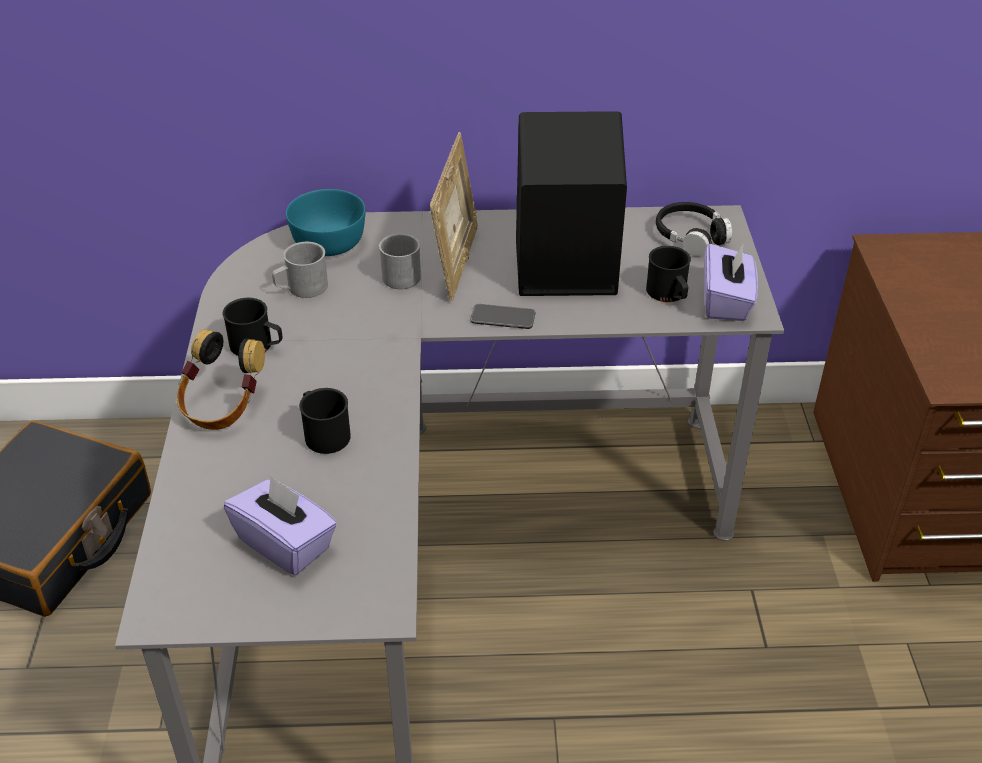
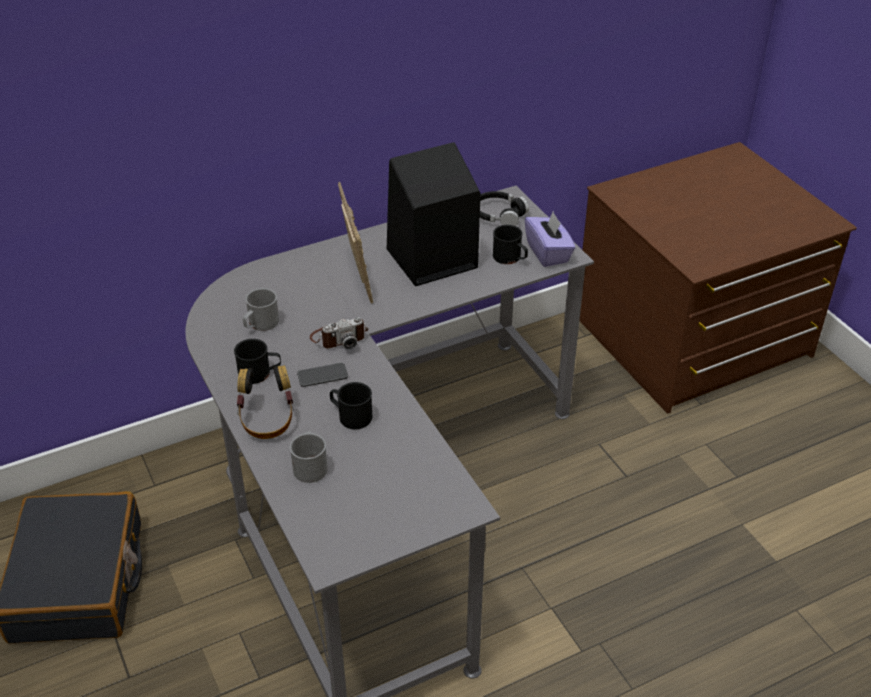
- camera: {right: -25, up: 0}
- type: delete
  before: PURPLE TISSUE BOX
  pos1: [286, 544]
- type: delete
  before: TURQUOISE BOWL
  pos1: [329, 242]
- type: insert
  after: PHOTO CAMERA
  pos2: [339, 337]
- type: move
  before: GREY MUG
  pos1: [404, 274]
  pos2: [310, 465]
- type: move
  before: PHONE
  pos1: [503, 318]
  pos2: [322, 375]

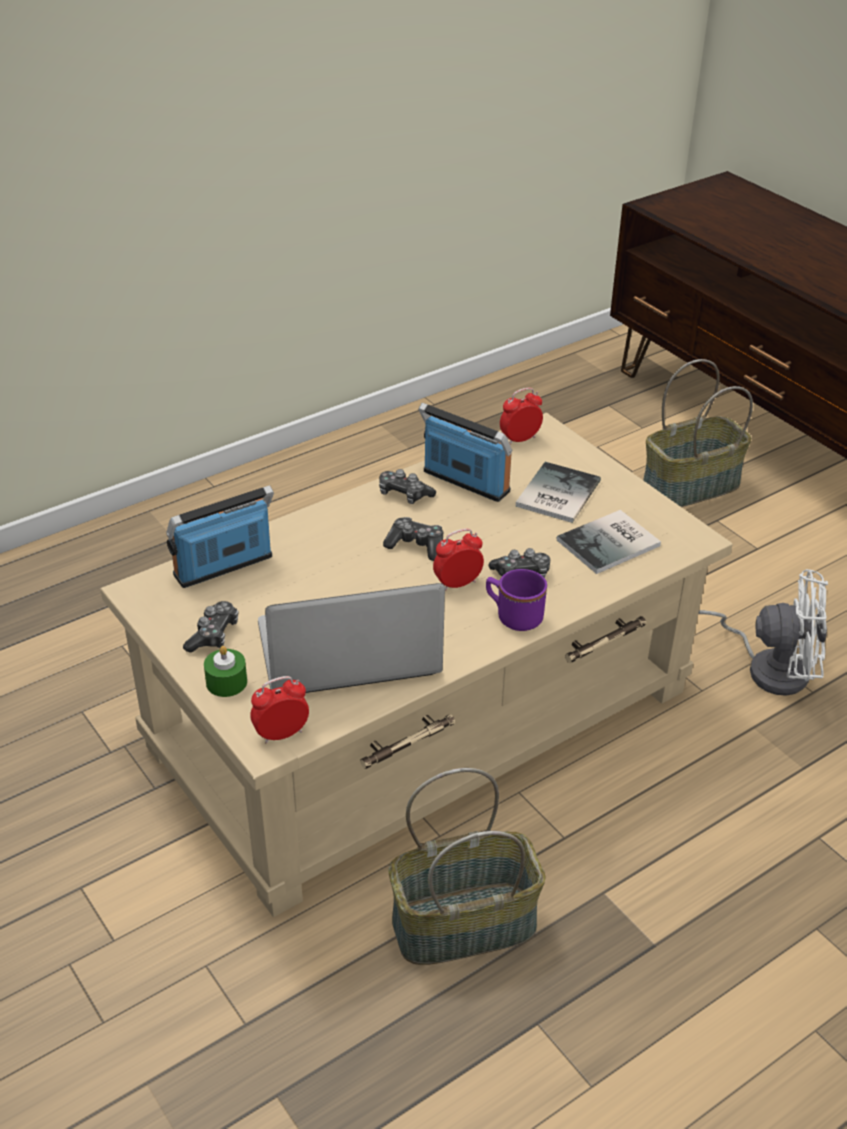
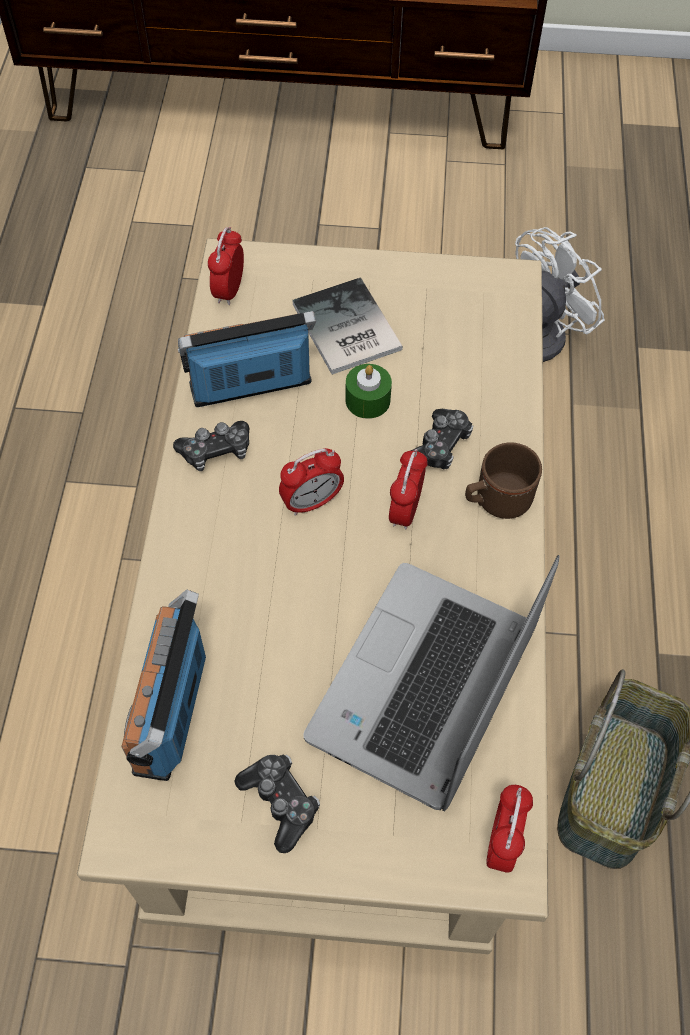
- camera: {right: -50, up: 20}
- type: delete
  before: BOOK
  pos1: [612, 543]
- type: delete
  before: BASKET
  pos1: [690, 488]
- type: move
  before: GREEN CANDLE
  pos1: [226, 682]
  pos2: [367, 400]
- type: replace
  before: GAME CONTROLLER
  after: ALARM CLOCK
  pos1: [416, 546]
  pos2: [311, 502]
- type: recolor
  before: PURPLE MUG
  after: BROWN MUG
  pos1: [513, 616]
  pos2: [496, 501]

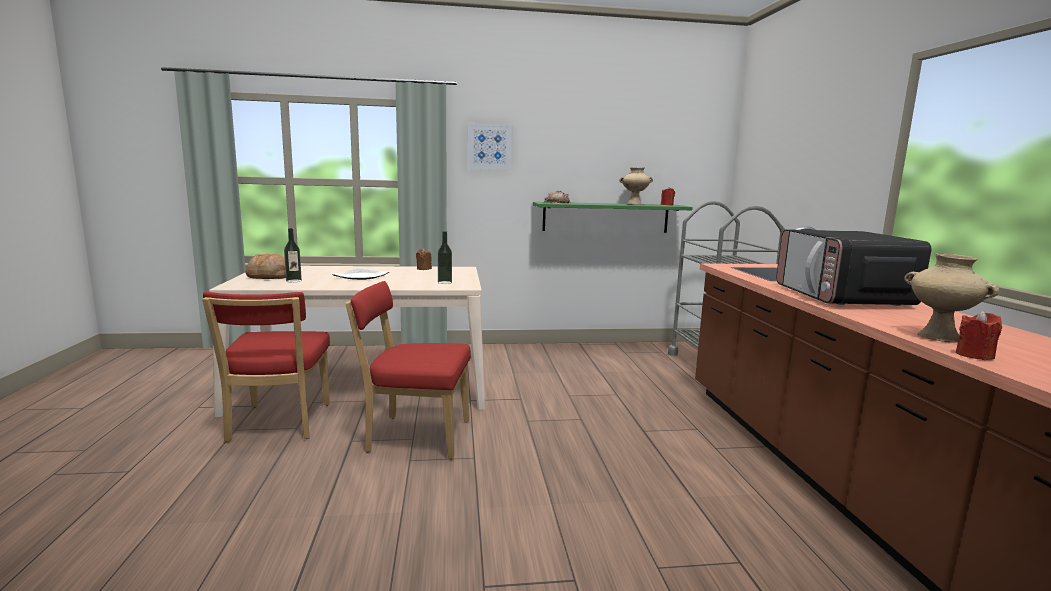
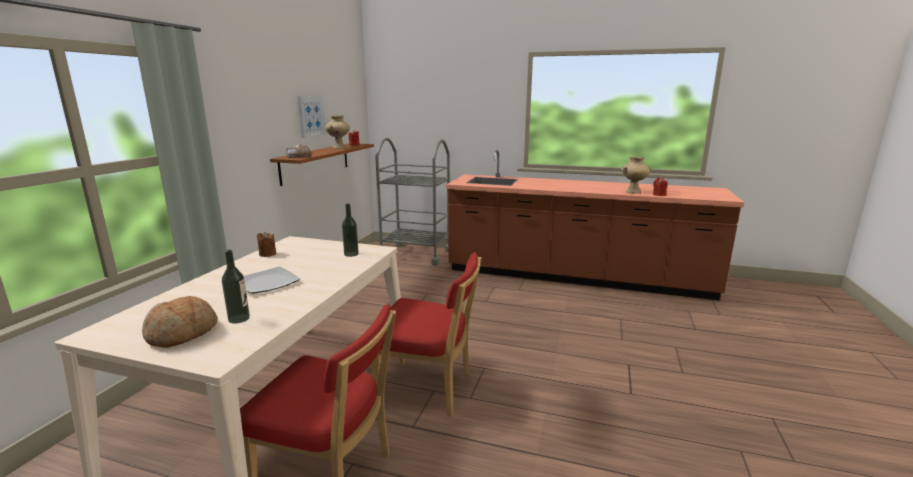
- camera: {right: -65, up: 5}
- type: delete
  before: MICROWAVE
  pos1: [841, 297]
- type: move
  before: PICTURE
  pos1: [489, 146]
  pos2: [311, 116]
- type: recolor
  before: GREEN SHELF
  after: BROWN SHELF
  pos1: [606, 217]
  pos2: [316, 162]
- type: rotate
  before: RED CHAIR
  pos1: [414, 436]
  pos2: [429, 389]
  turn: -105

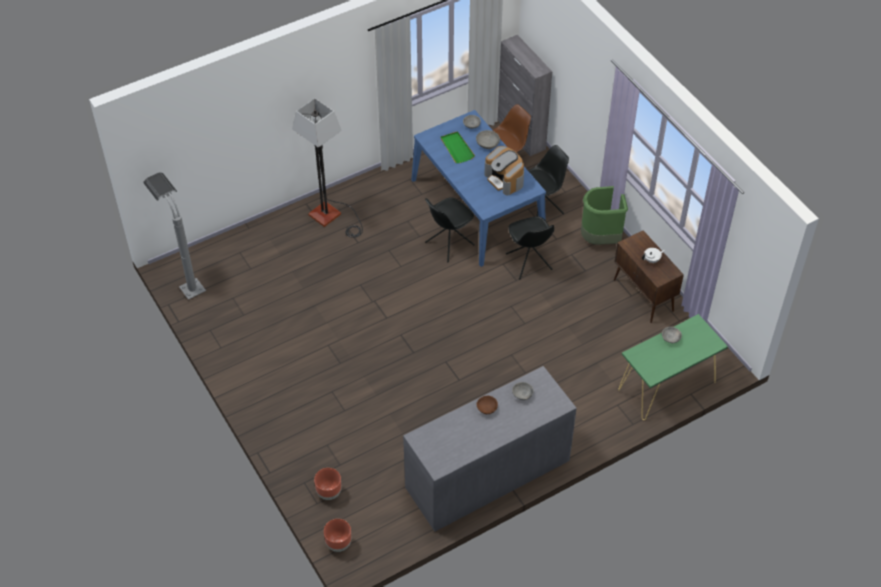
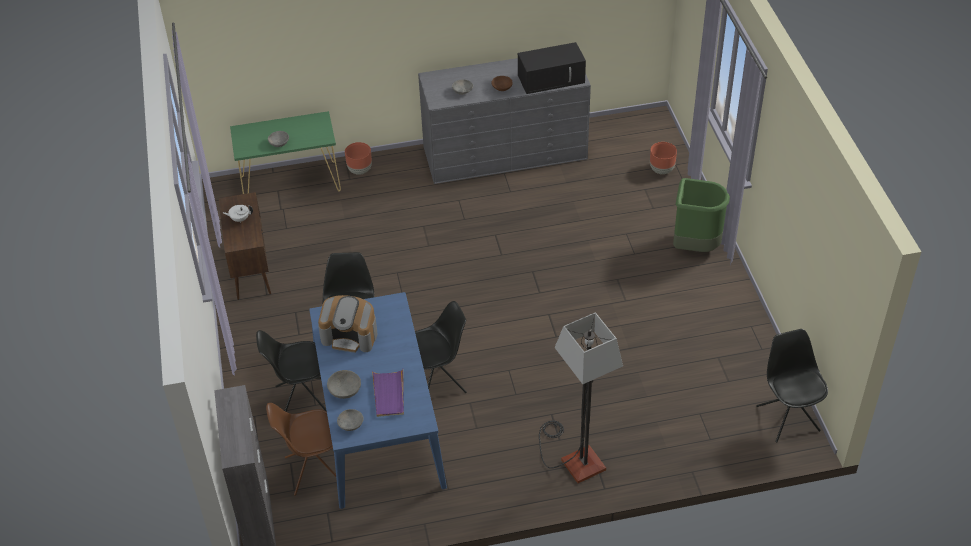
- camera: {right: -160, up: -5}
- type: insert
  after: BLACK MICROWAVE
  pos2: [552, 78]
- type: move
  before: BROWN PLANTER
  pos1: [338, 543]
  pos2: [360, 170]
- type: move
  before: GREEN TRASH CAN
  pos1: [601, 239]
  pos2: [695, 246]
- type: replace
  before: GREY FLOOR LAMP
  after: BLACK CHAIR
  pos1: [185, 281]
  pos2: [787, 417]
- type: recolor
  before: GREEN TRAY
  after: PURPLE TRAY
  pos1: [456, 148]
  pos2: [389, 394]
- type: rotate
  before: COFFEE MACHINE
  pos1: [505, 179]
  pos2: [350, 336]
  turn: 120

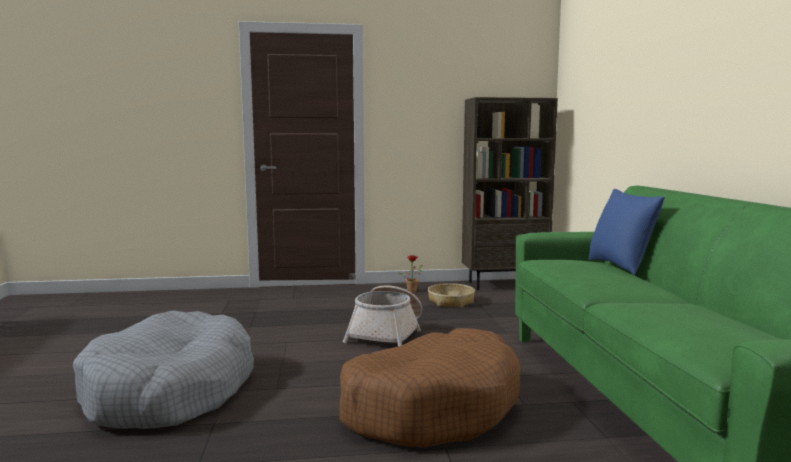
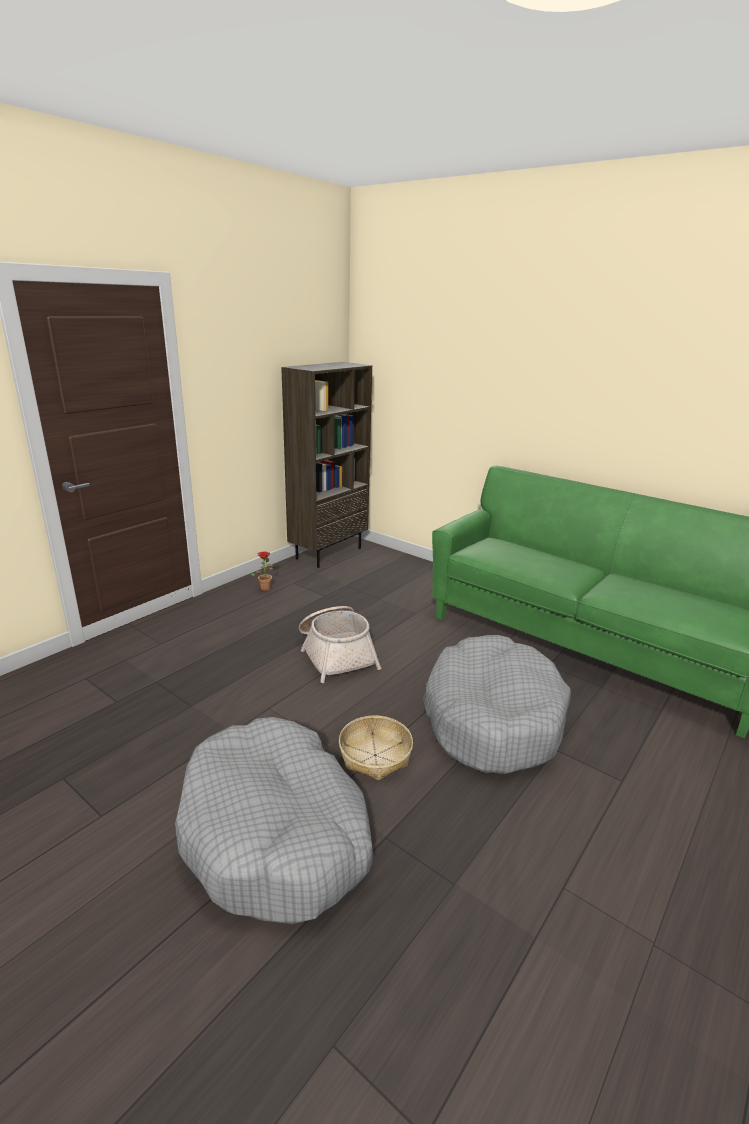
- camera: {right: -45, up: 15}
- type: delete
  before: BLUE PILLOW
  pos1: [620, 266]
- type: move
  before: BASKET
  pos1: [451, 301]
  pos2: [375, 755]
- type: recolor
  before: BROWN DOG BED
  after: GREY DOG BED
  pos1: [430, 407]
  pos2: [491, 717]

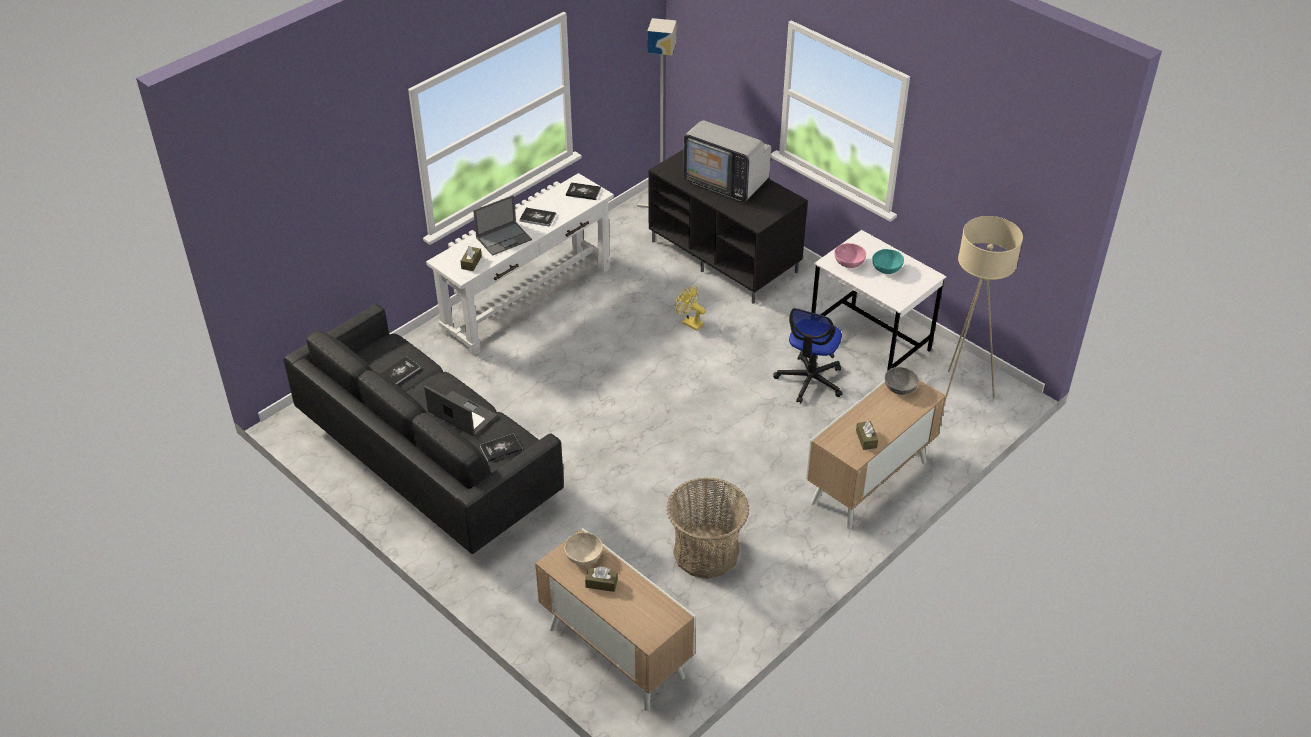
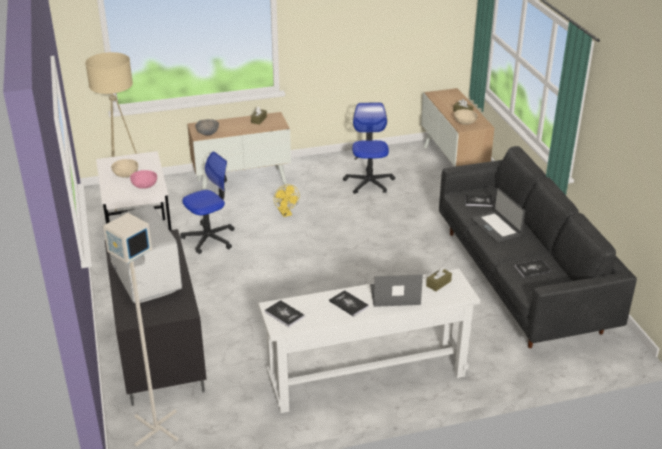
- camera: {right: -150, up: -10}
- type: move
  before: YELLOW FAN
  pos1: [689, 323]
  pos2: [286, 214]
- type: replace
  before: BASKET
  after: OFFICE CHAIR
  pos1: [706, 552]
  pos2: [369, 183]
- type: recolor
  before: TURQUOISE BOWL
  after: BEIGE BOWL
  pos1: [887, 268]
  pos2: [125, 174]

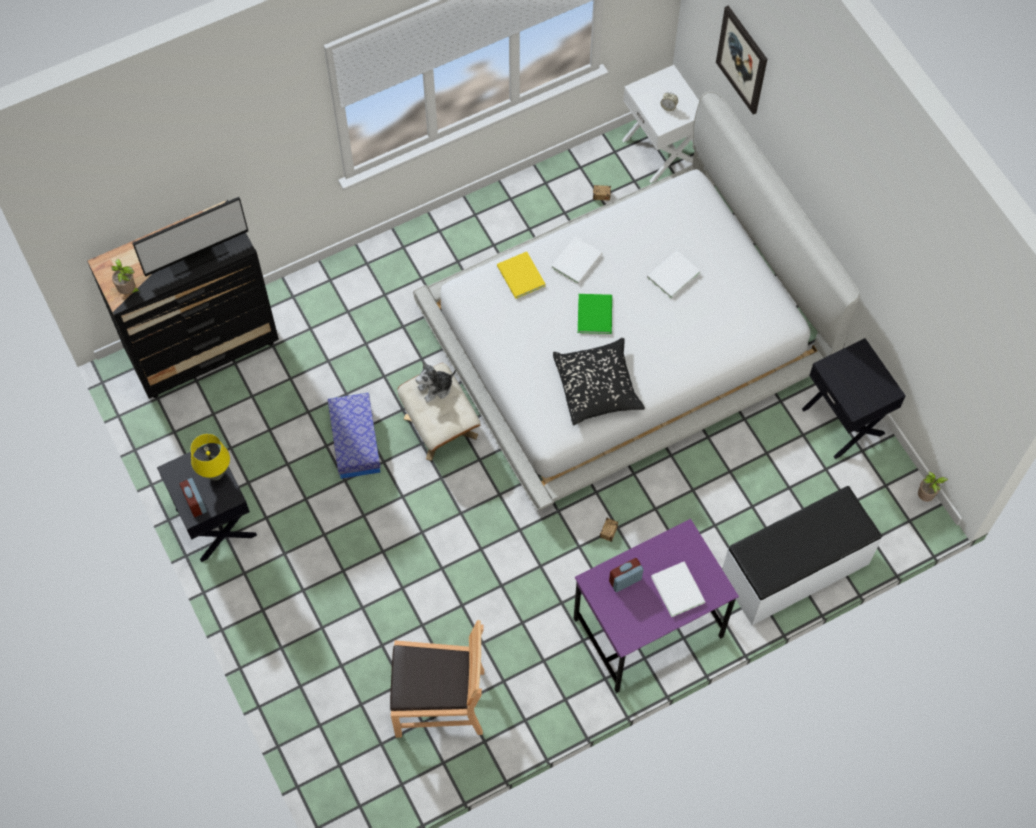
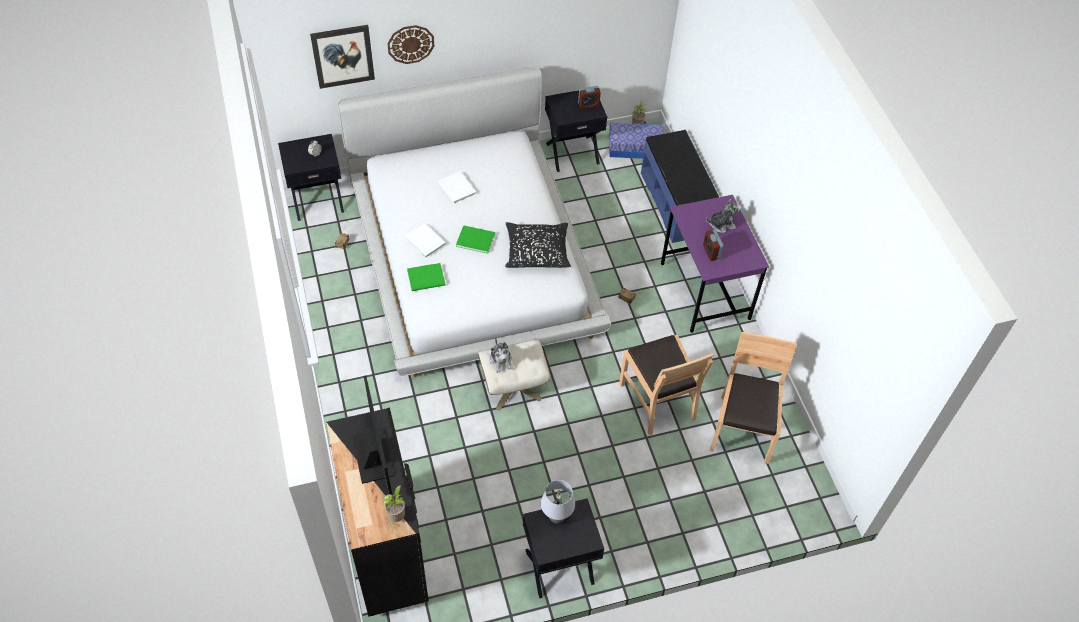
- camera: {right: -80, up: -10}
- type: insert
  after: WALL CLOCK
  pos2: [410, 44]
- type: insert
  after: BROWN CHAIR
  pos2: [658, 400]
- type: move
  before: ALARM CLOCK
  pos1: [195, 503]
  pos2: [588, 104]
- type: move
  before: STORAGE BOX
  pos1: [355, 442]
  pos2: [634, 148]
- type: replace
  before: WHITE BOOK
  after: PLUSH TOY
  pos1: [678, 588]
  pos2: [721, 224]
- type: recolor
  before: YELLOW TABLE LAMP
  after: GREY TABLE LAMP
  pos1: [215, 474]
  pos2: [556, 517]
- type: recolor
  before: YELLOW BOOK
  after: GREEN BOOK
  pos1: [520, 277]
  pos2: [427, 278]
- type: recolor
  before: WHITE NIGHTSTAND
  after: BLACK NIGHTSTAND
  pos1: [661, 150]
  pos2: [317, 200]
- type: recolor
  before: WHITE BENCH
  after: BLUE BENCH
  pos1: [795, 570]
  pos2: [676, 203]

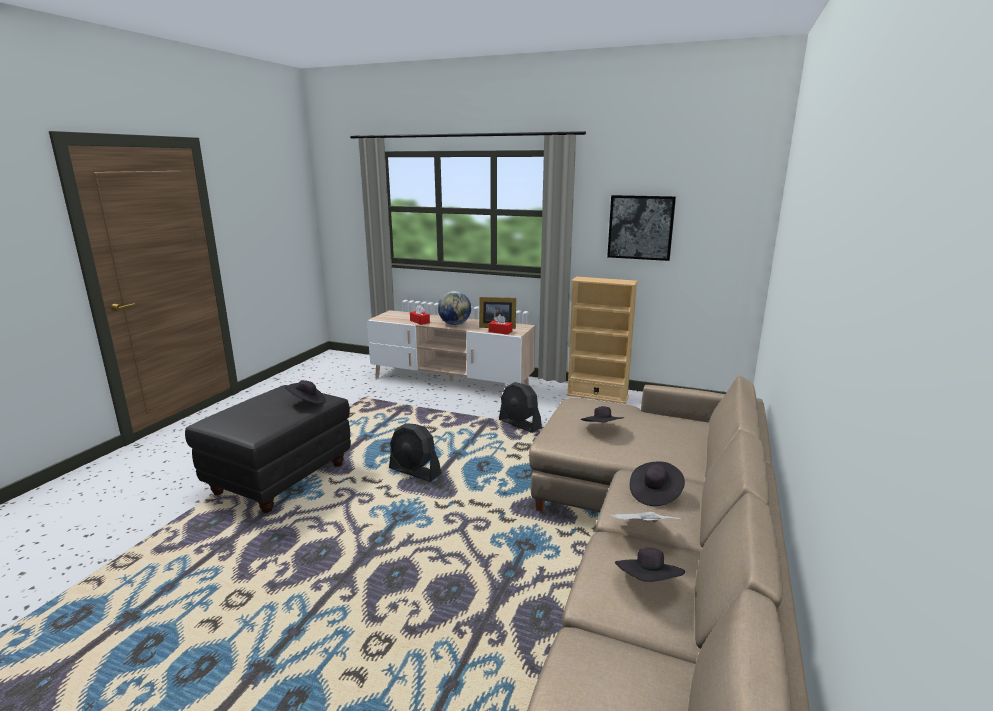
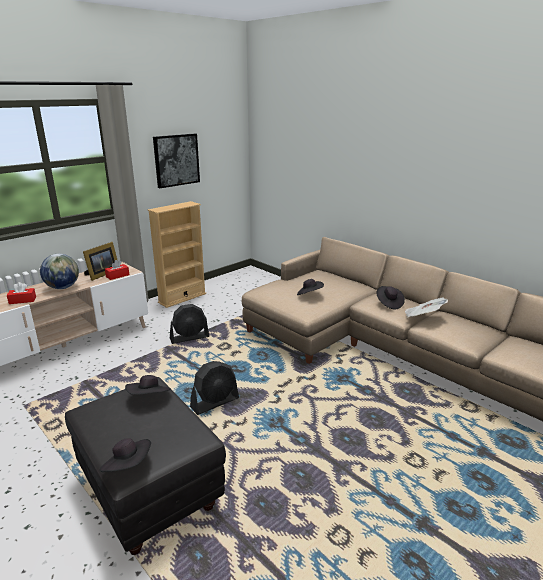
- camera: {right: -65, up: 5}
- type: move
  before: BLACK HAT
  pos1: [648, 583]
  pos2: [128, 466]

